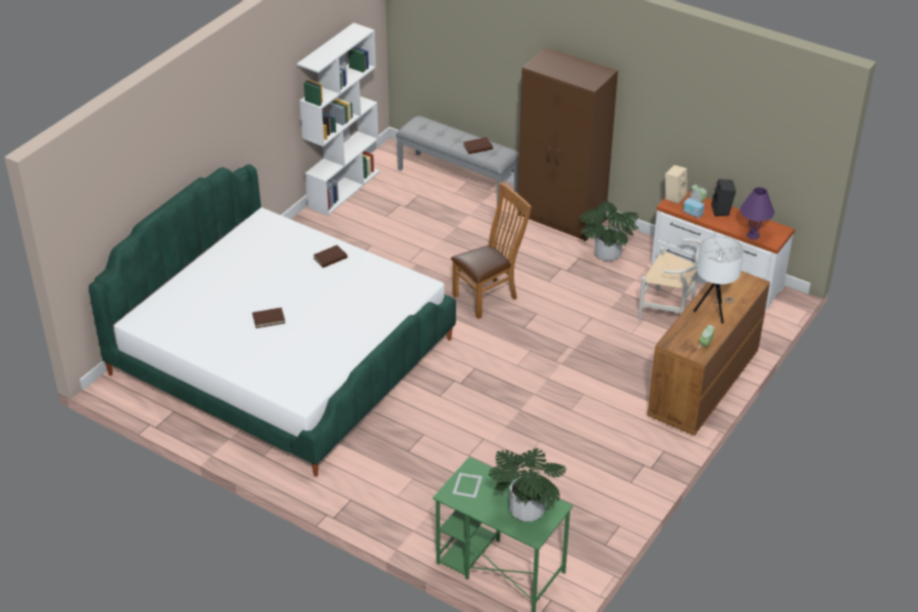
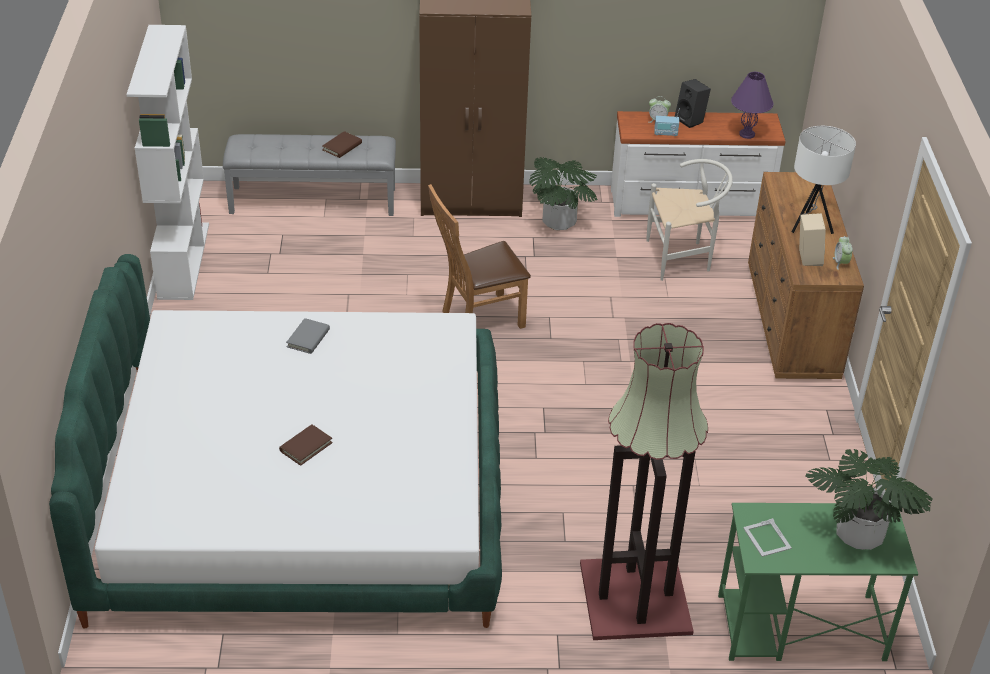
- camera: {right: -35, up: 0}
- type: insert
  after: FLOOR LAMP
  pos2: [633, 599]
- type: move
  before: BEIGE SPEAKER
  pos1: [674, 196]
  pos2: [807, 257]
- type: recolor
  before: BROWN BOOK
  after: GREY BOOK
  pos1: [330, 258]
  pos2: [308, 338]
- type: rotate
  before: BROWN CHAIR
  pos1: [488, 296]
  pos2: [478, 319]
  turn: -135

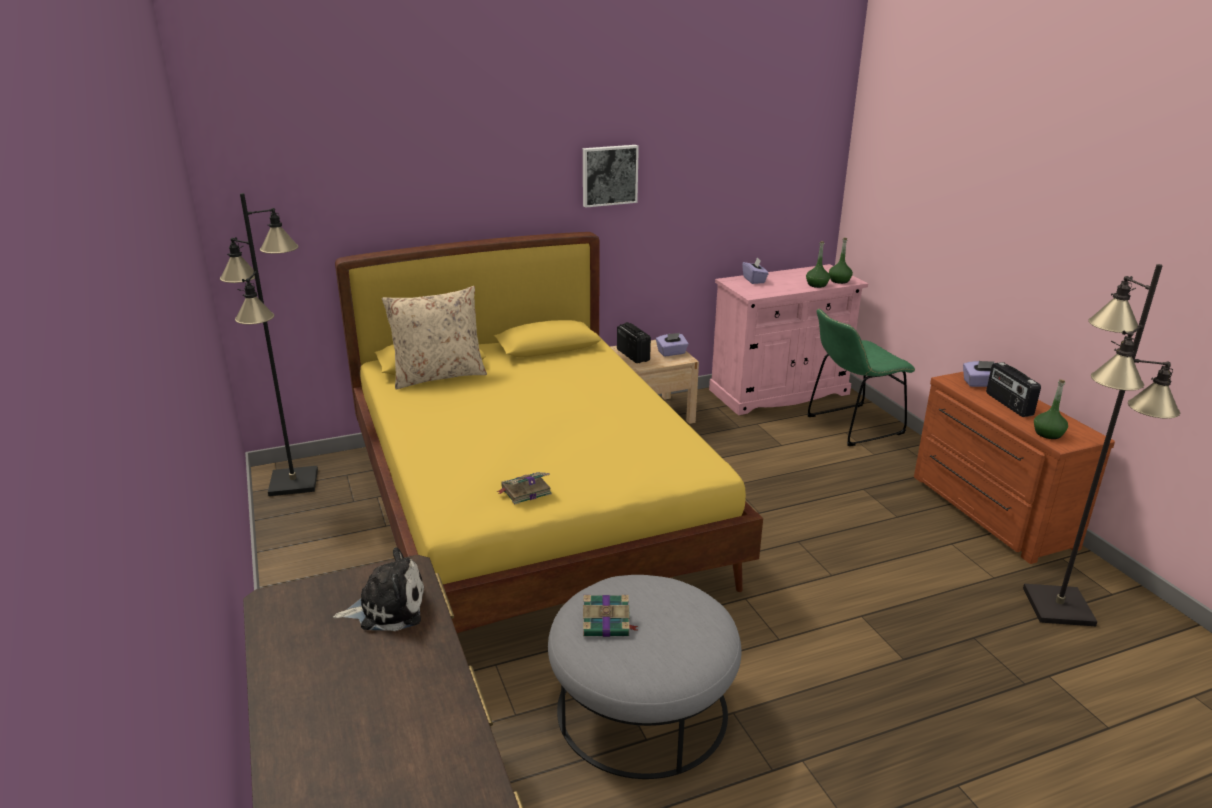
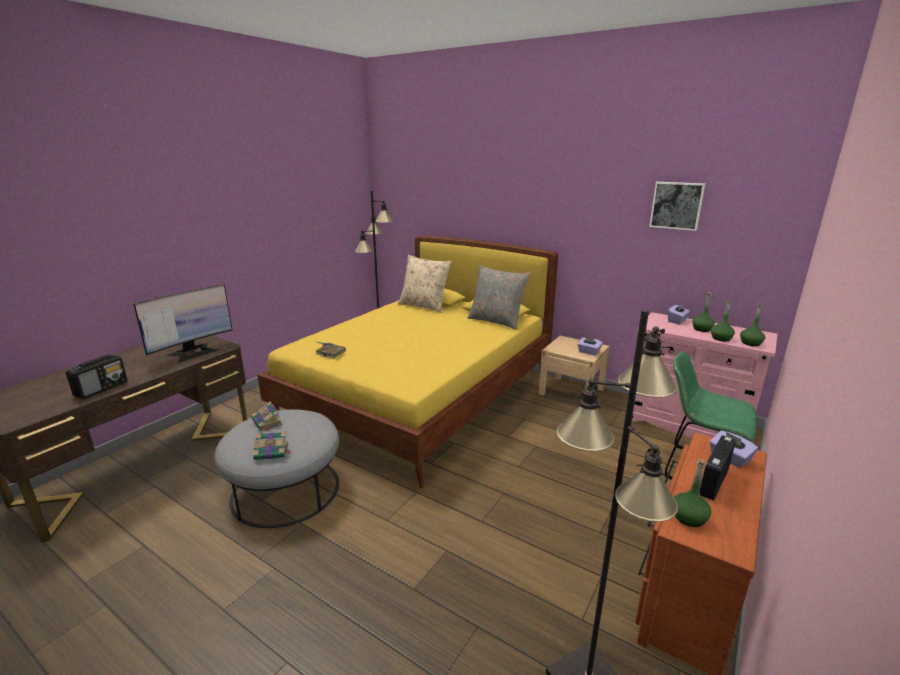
- camera: {right: 55, up: -5}
- type: insert
  after: BOOK
  pos2: [272, 452]
- type: insert
  after: GREY PILLOW
  pos2: [496, 321]
- type: insert
  after: GREEN BOTTLE
  pos2: [702, 329]
- type: move
  before: PICTURE
  pos1: [609, 175]
  pos2: [676, 205]
- type: move
  before: RADIO
  pos1: [633, 355]
  pos2: [102, 389]
- type: replace
  before: PLUSH TOY
  after: MONITOR
  pos1: [387, 608]
  pos2: [193, 352]

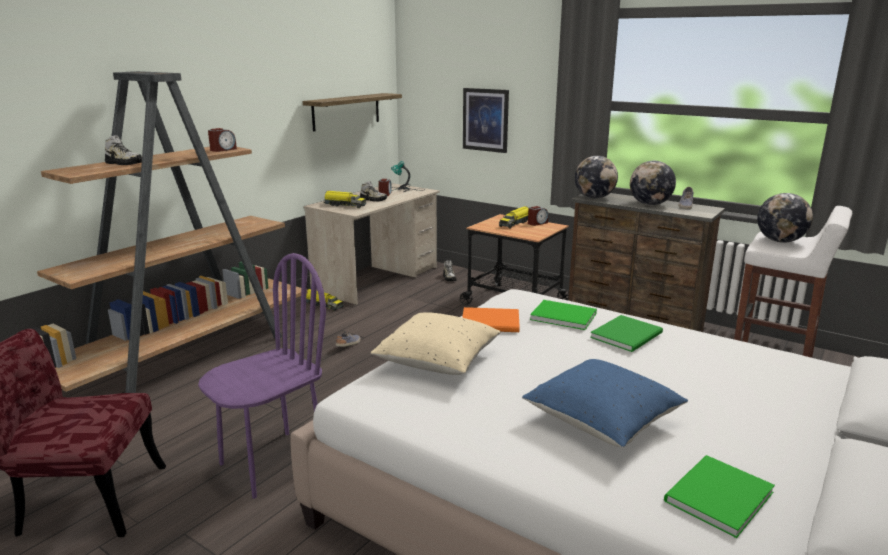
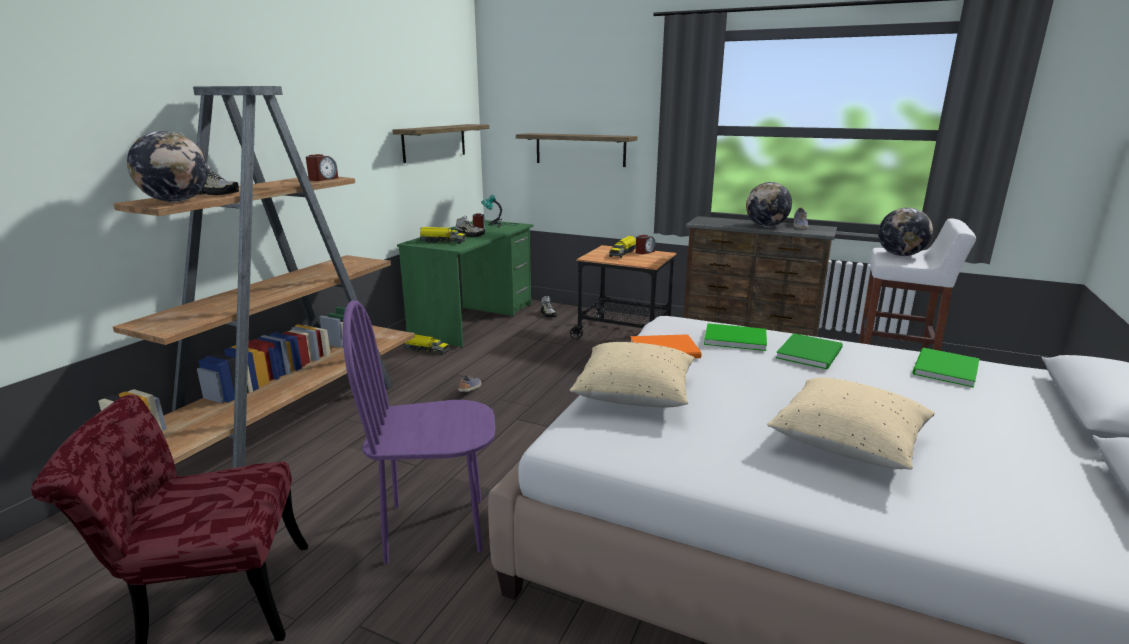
- camera: {right: -10, up: 0}
- type: move
  before: GLOBE
  pos1: [594, 198]
  pos2: [176, 201]
- type: move
  before: GREEN BOOK
  pos1: [715, 497]
  pos2: [943, 369]
- type: replace
  before: PICTURE
  after: SHELF
  pos1: [485, 120]
  pos2: [580, 149]
- type: recolor
  before: BEIGE DESK
  after: GREEN DESK
  pos1: [377, 279]
  pos2: [474, 320]
- type: recolor
  before: BLUE PILLOW
  after: BEIGE PILLOW
  pos1: [602, 421]
  pos2: [847, 443]
- type: rotate
  before: PURPLE CHAIR
  pos1: [272, 463]
  pos2: [435, 528]
  turn: -135

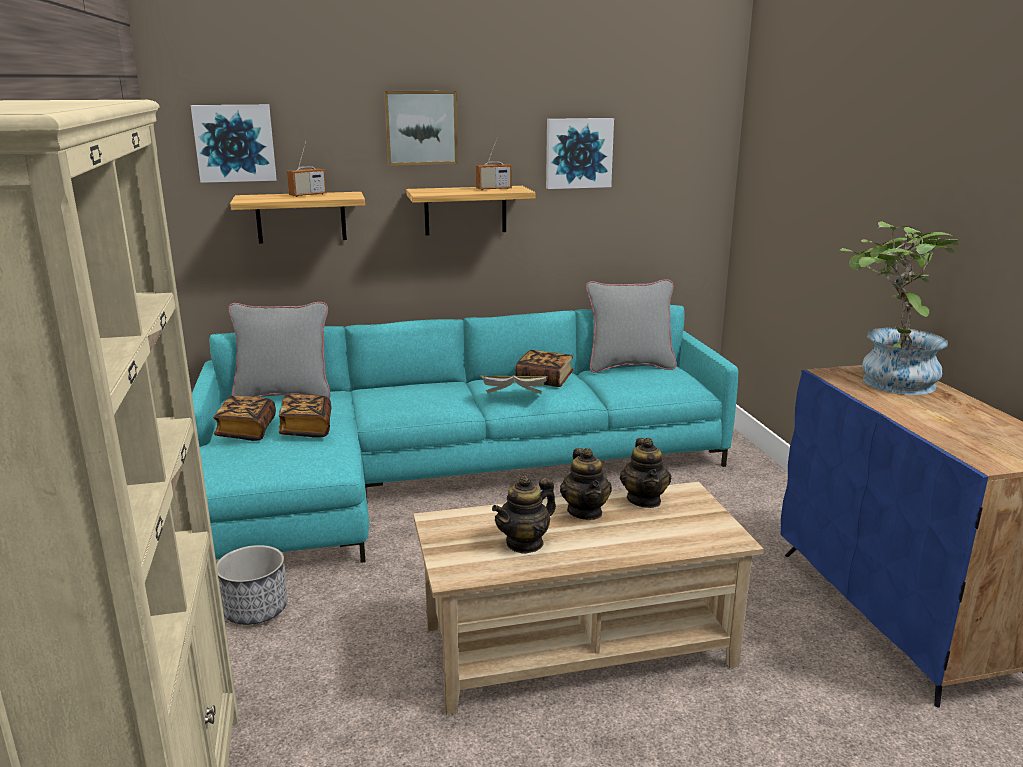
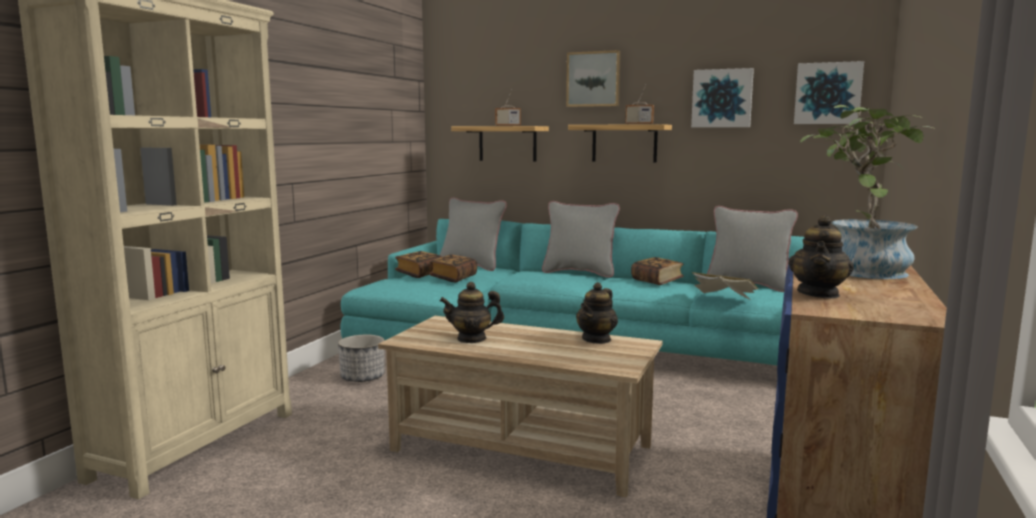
- camera: {right: 35, up: -10}
- type: insert
  after: GREY PILLOW
  pos2: [579, 273]
- type: move
  before: PICTURE
  pos1: [235, 143]
  pos2: [827, 93]
- type: move
  before: BOOK
  pos1: [514, 398]
  pos2: [723, 298]
- type: move
  before: TEAPOT
  pos1: [585, 511]
  pos2: [818, 294]

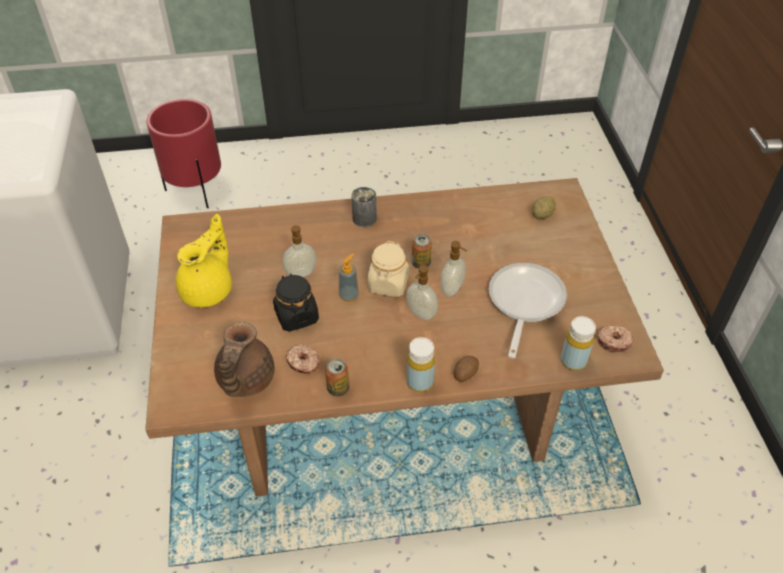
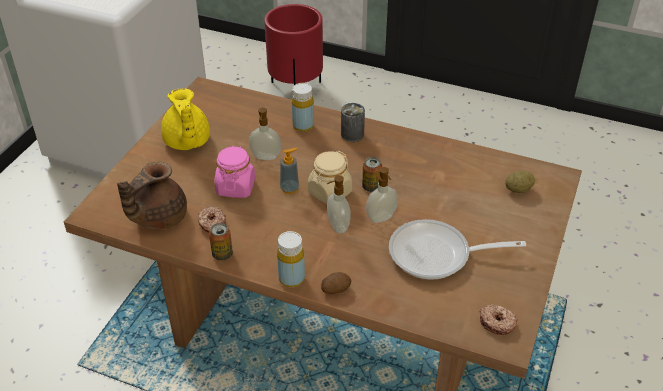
- camera: {right: 30, up: -5}
- type: move
  before: YELLOW BOTTLE
  pos1: [573, 361]
  pos2: [303, 126]
- type: recolor
  before: BLACK JAR
  after: PINK JAR
  pos1: [296, 316]
  pos2: [235, 187]
- type: rotate
  before: YELLOW TEAPOT
  pos1: [209, 290]
  pos2: [186, 142]
  turn: 105
- type: rotate
  before: FRYING PAN
  pos1: [523, 303]
  pos2: [437, 255]
  turn: -135

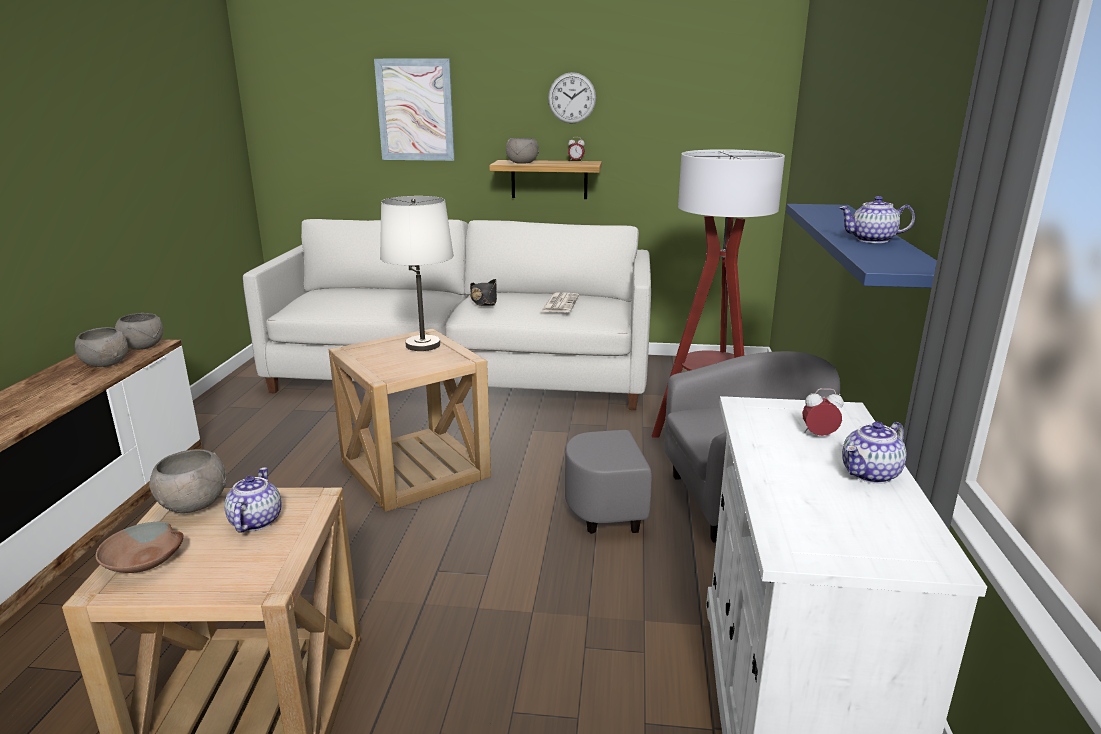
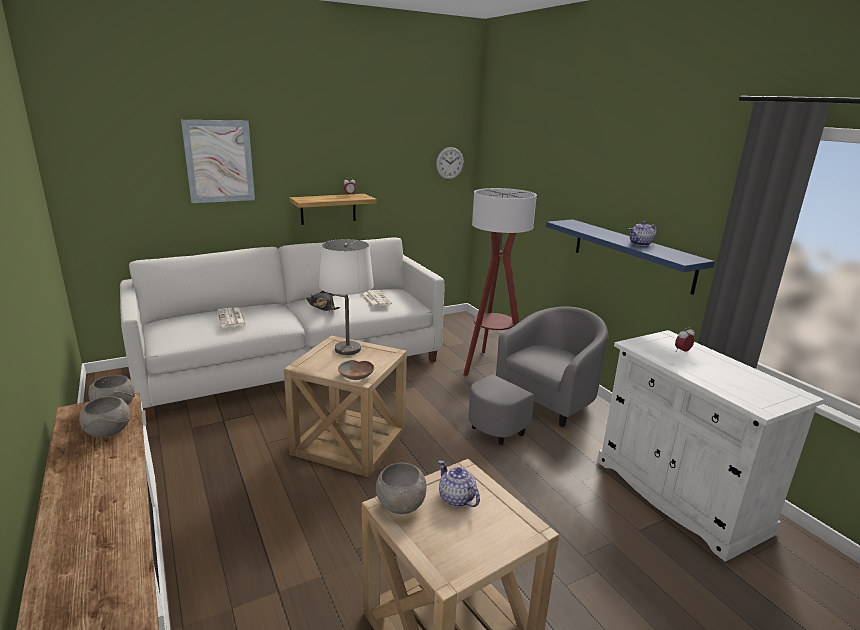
- camera: {right: -35, up: 0}
- type: delete
  before: GREY BOWL
  pos1: [522, 163]
- type: delete
  before: TEAPOT
  pos1: [870, 474]
- type: insert
  after: NEWSPAPER
  pos2: [232, 318]
- type: move
  before: BROWN BOWL
  pos1: [144, 559]
  pos2: [357, 375]
- type: move
  before: WALL CLOCK
  pos1: [572, 98]
  pos2: [449, 163]

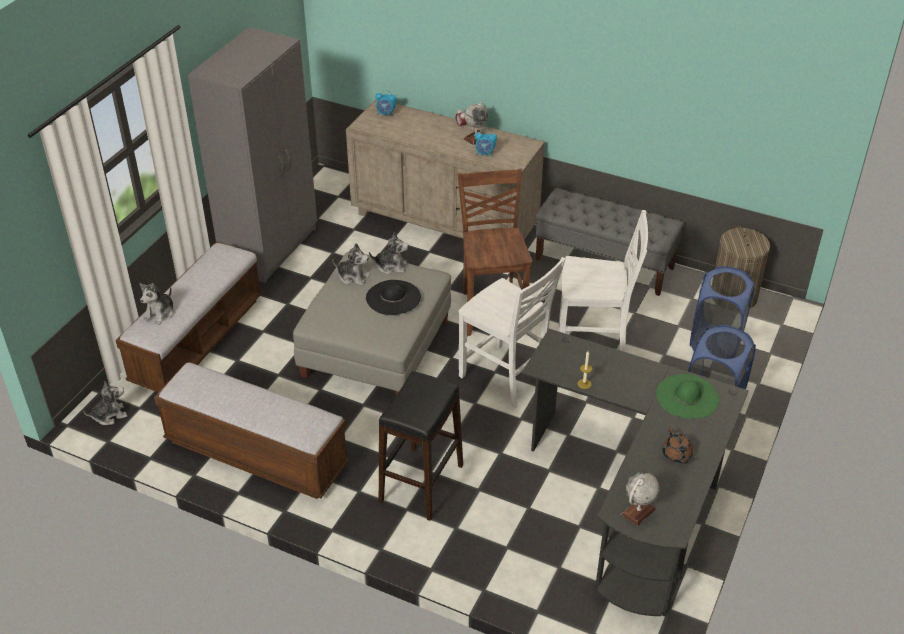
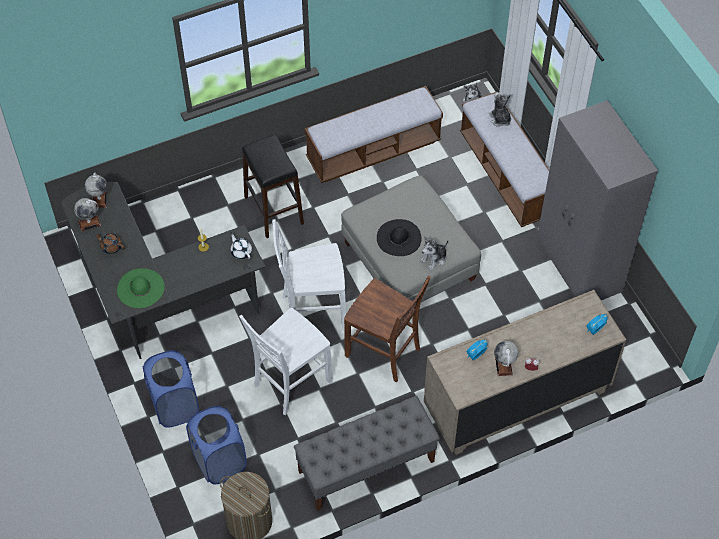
- camera: {right: 130, up: 15}
- type: delete
  before: PLUSH TOY
  pos1: [353, 277]
- type: insert
  after: GLOBE
  pos2: [89, 223]
- type: insert
  after: WHITE TEAPOT
  pos2: [241, 251]

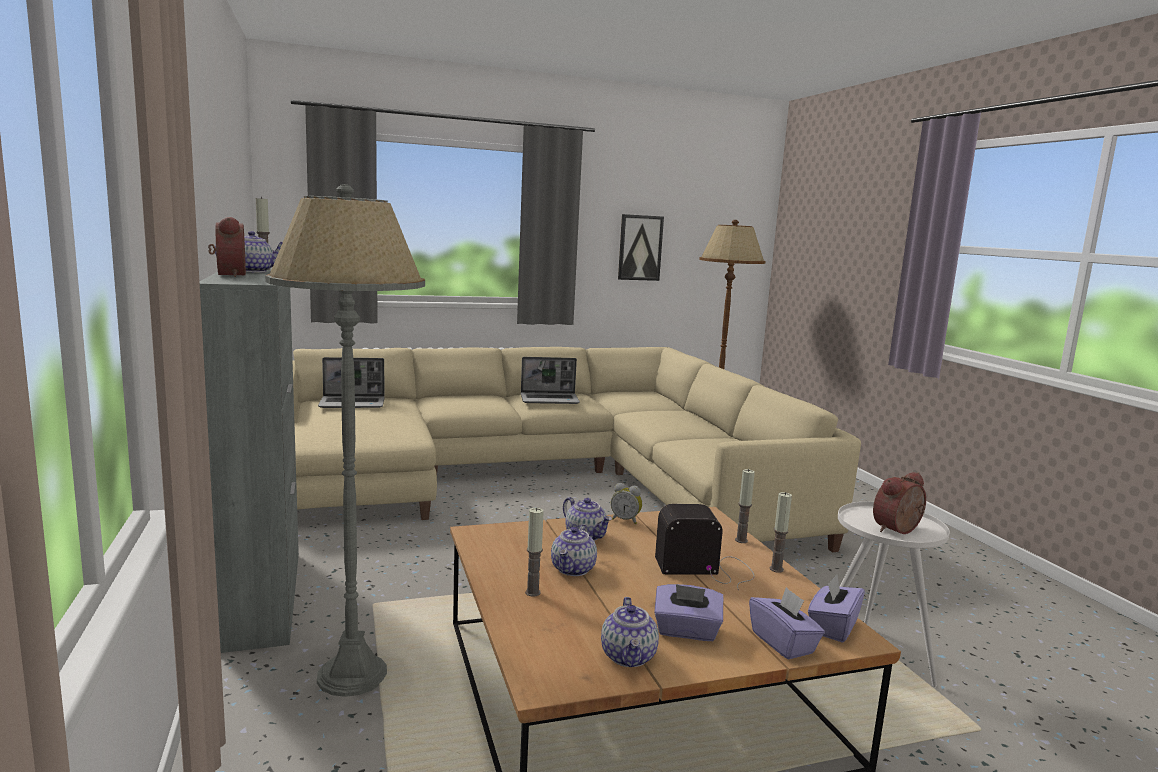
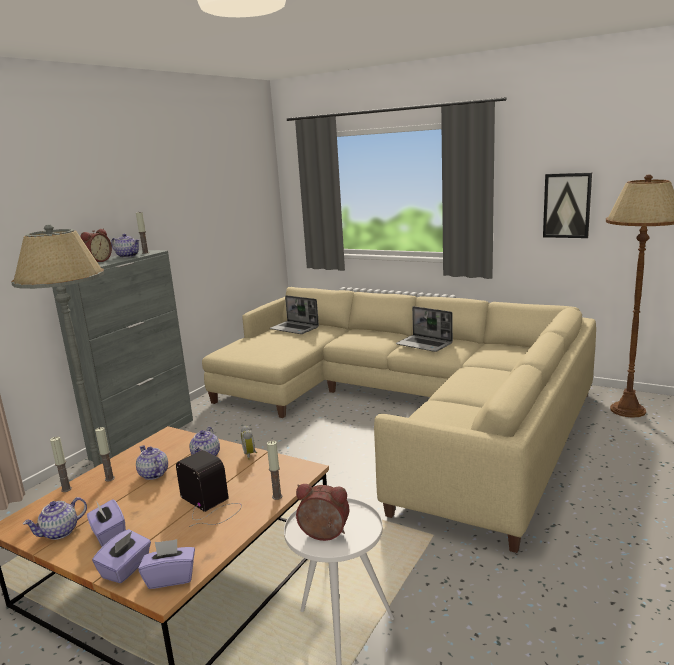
- camera: {right: 50, up: 5}
- type: move
  before: CANDLE
  pos1: [776, 569]
  pos2: [66, 489]
- type: rotate
  before: TEAPOT
  pos1: [573, 569]
  pos2: [153, 474]
  turn: 75

